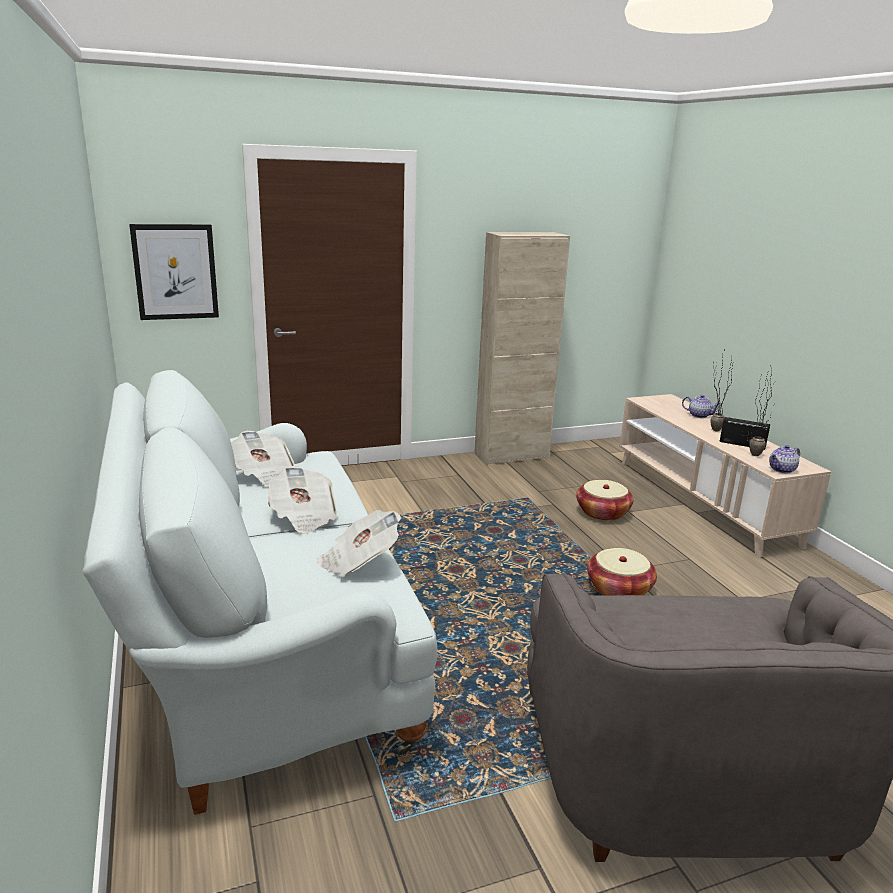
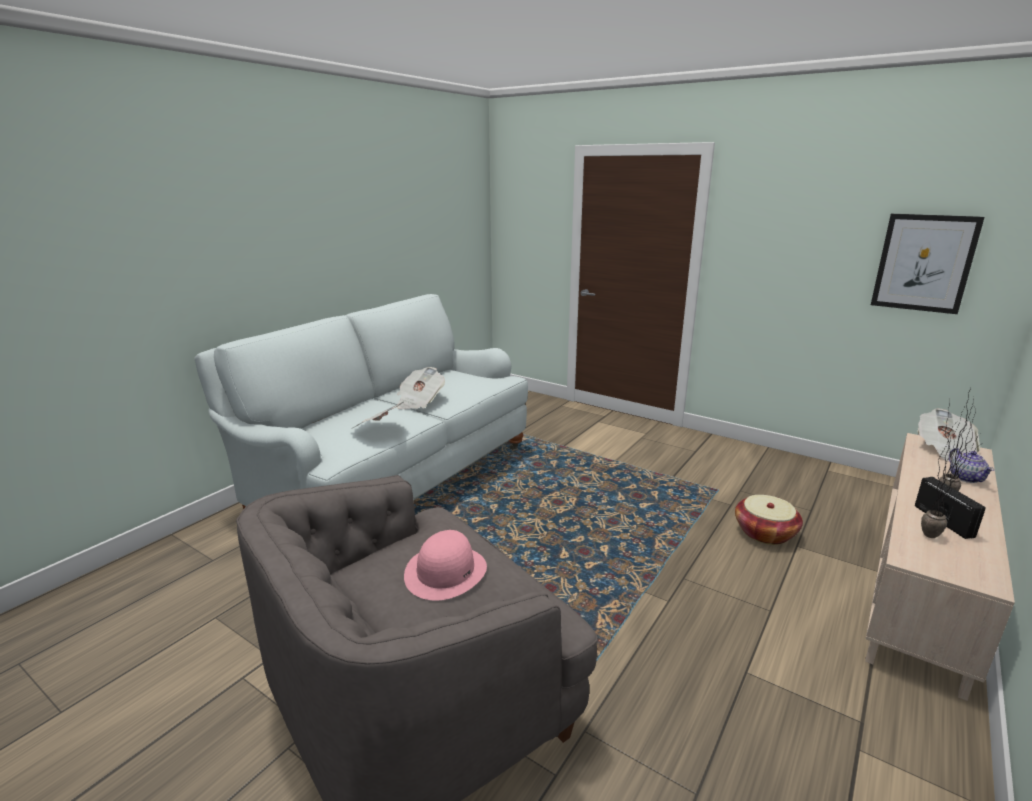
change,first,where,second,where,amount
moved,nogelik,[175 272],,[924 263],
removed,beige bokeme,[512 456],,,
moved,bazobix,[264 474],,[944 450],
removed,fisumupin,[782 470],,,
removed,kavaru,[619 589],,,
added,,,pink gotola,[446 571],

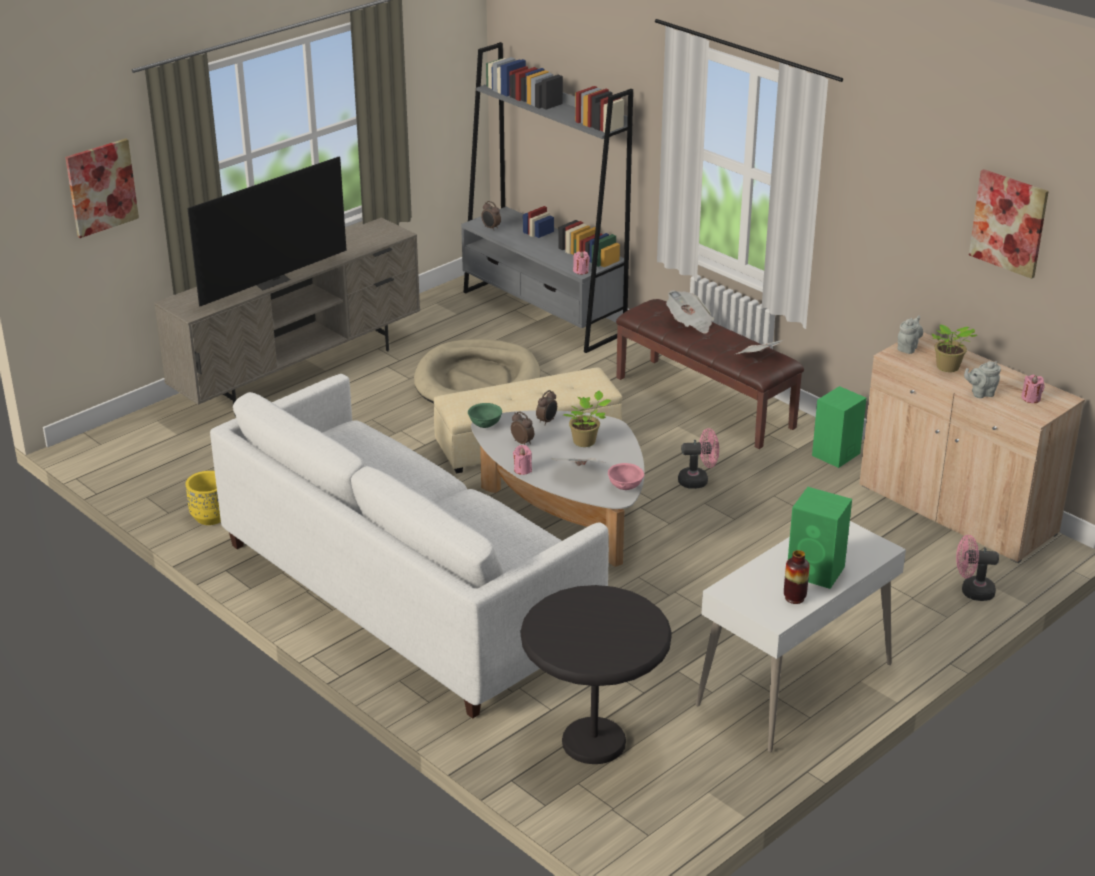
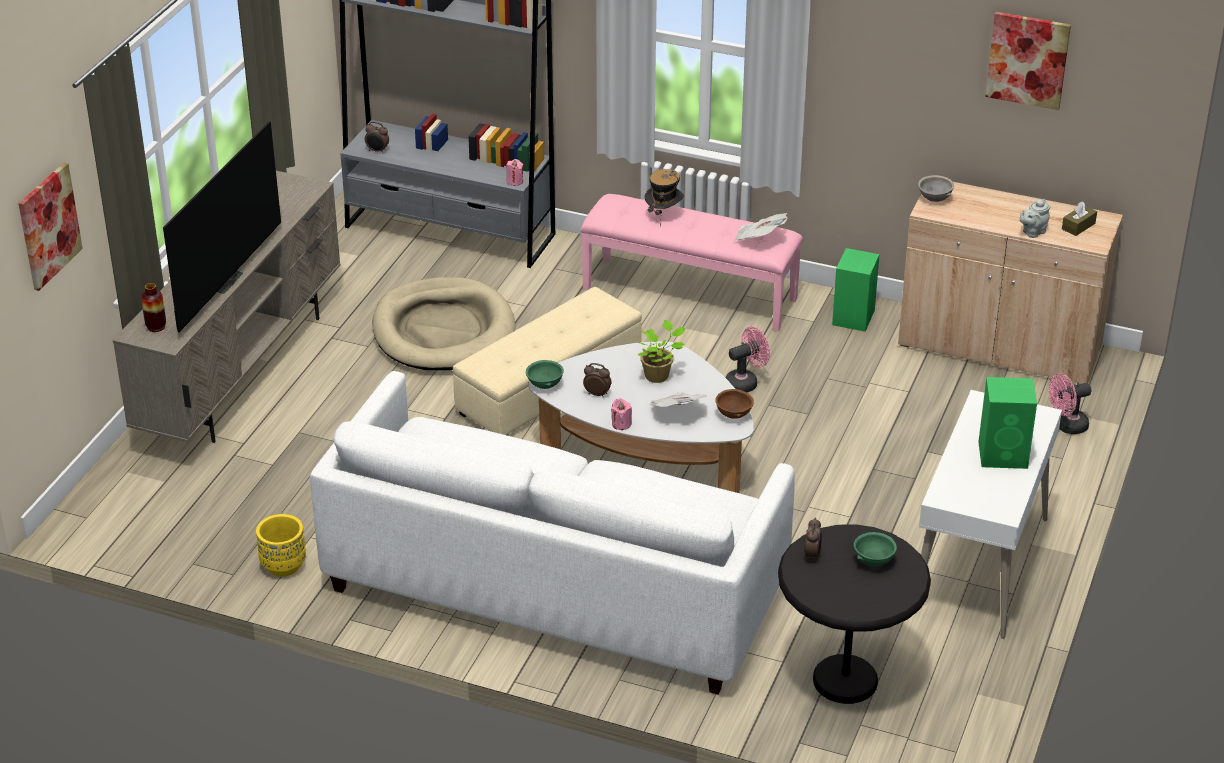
change,first,where,second,where,amount
replaced,bazobix,[690 323],gotola,[664 215],
recoloured,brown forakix,[705 402],pink forakix,[690 293],
replaced,grey fisumupin,[908 348],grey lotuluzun,[934 199],
removed,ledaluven,[947 368],,,
replaced,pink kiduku,[1031 398],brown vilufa,[1078 226],
moved,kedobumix,[547 421],,[812 554],
recoloured,pink lotuluzun,[625 487],brown lotuluzun,[734 414],
moved,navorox,[794 598],,[156 327],
added,,,green lotuluzun,[873 561],

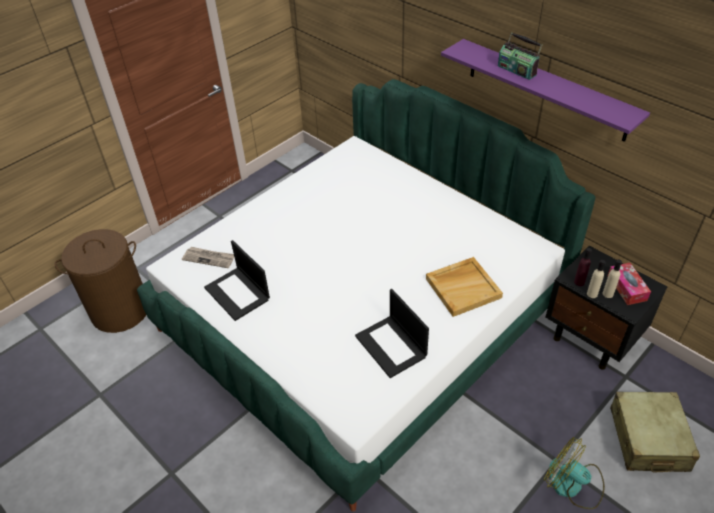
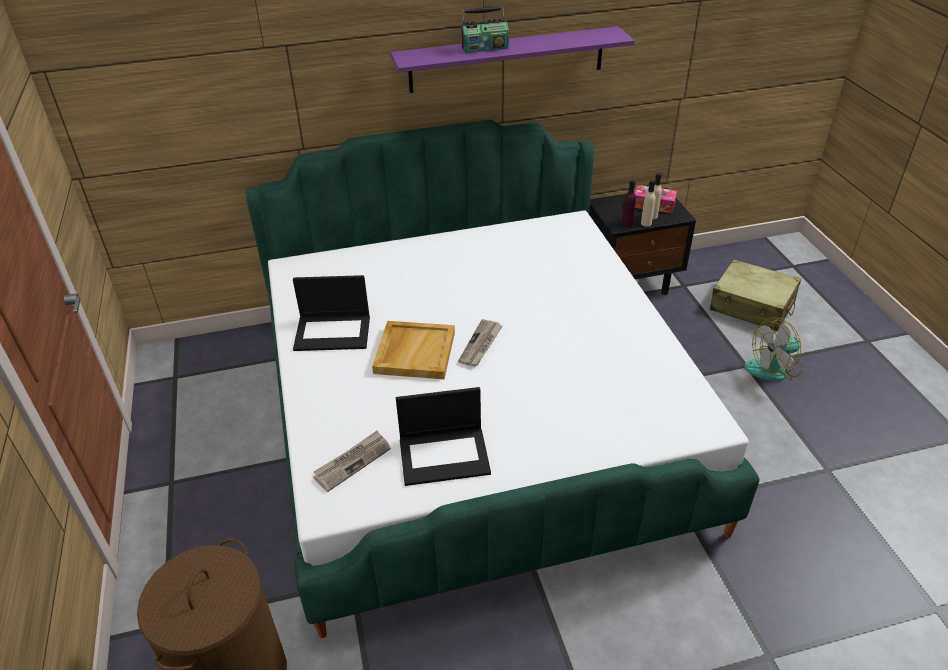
change,first,where,second,where,amount
moved,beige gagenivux,[463 287],,[414 352],
moved,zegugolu,[392 346],,[333 332],
added,,,bazobix,[481 345],

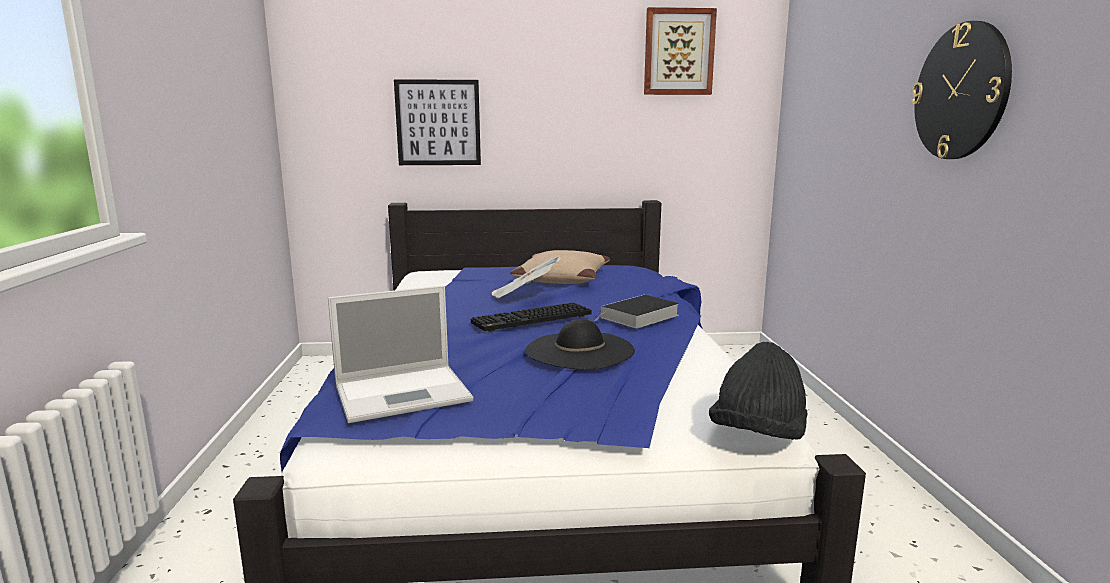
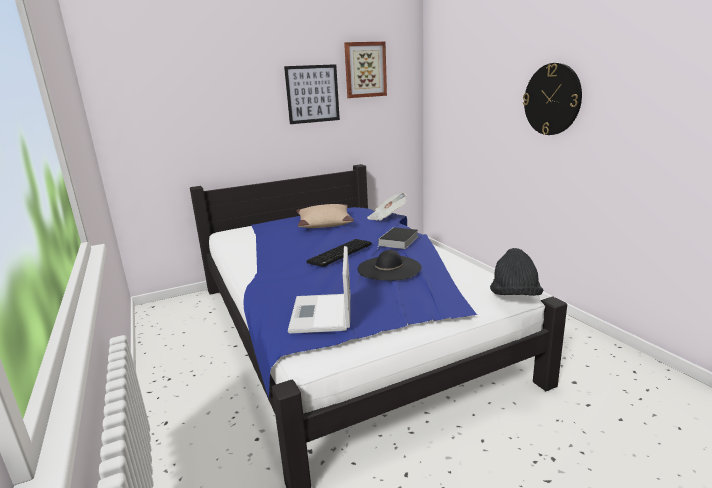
change,first,where,second,where,amount
moved,nogelik,[438 123],,[312 94],
moved,bazobix,[524 296],,[387 217],
turned,zegugolu,[405 393],,[322 314],135 degrees clockwise

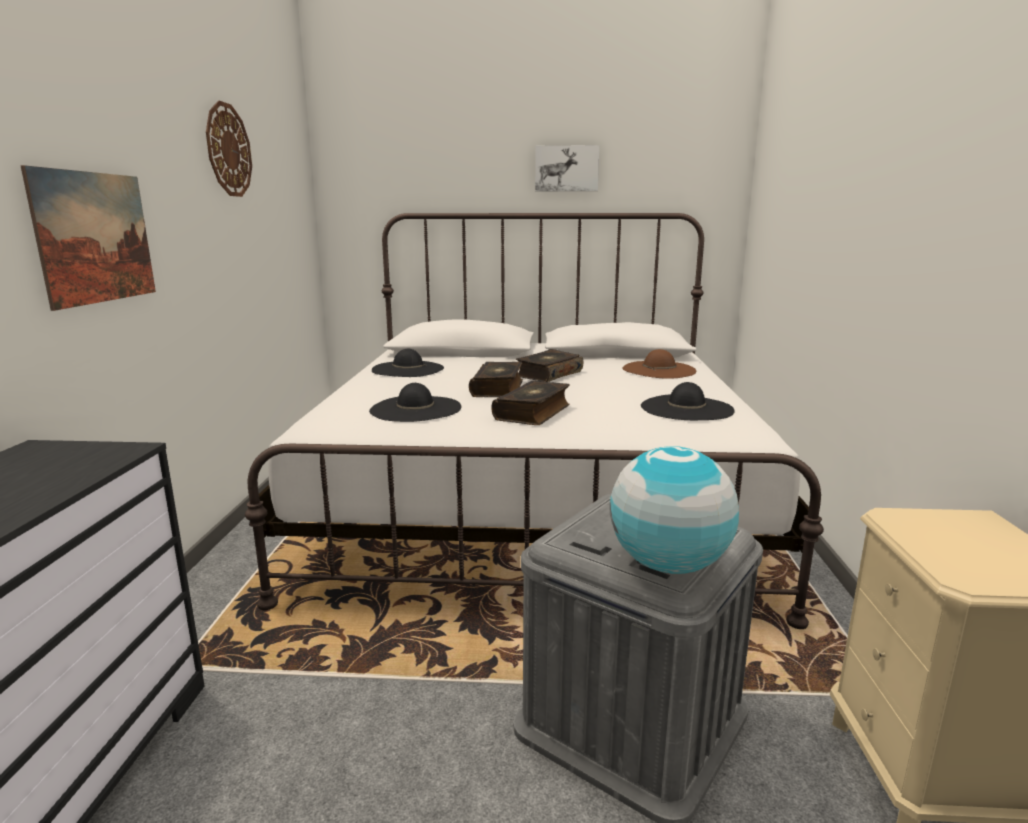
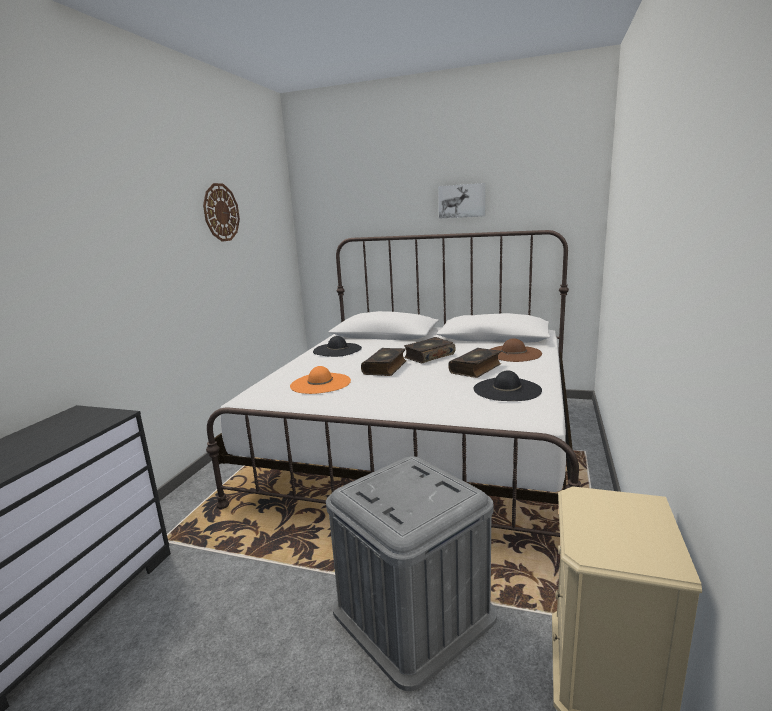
change,first,where,second,where,amount
removed,nogelik,[95 237],,,
moved,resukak,[533 412],,[476 369],
recoloured,black gotola,[416 409],orange gotola,[320 383],
removed,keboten,[669 564],,,

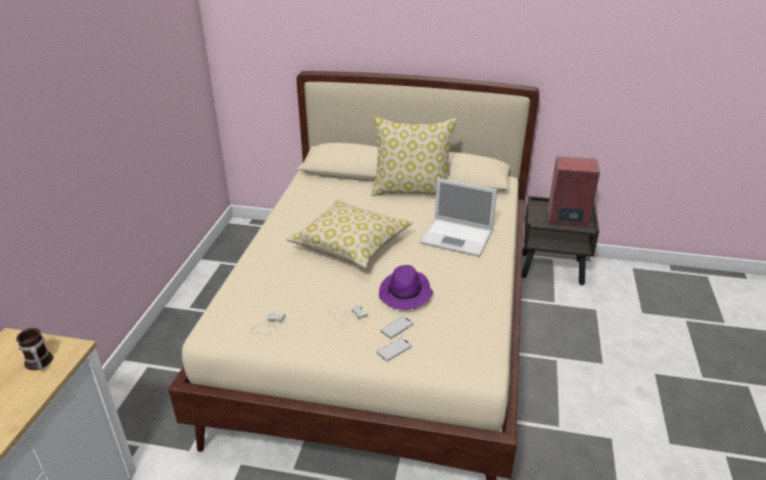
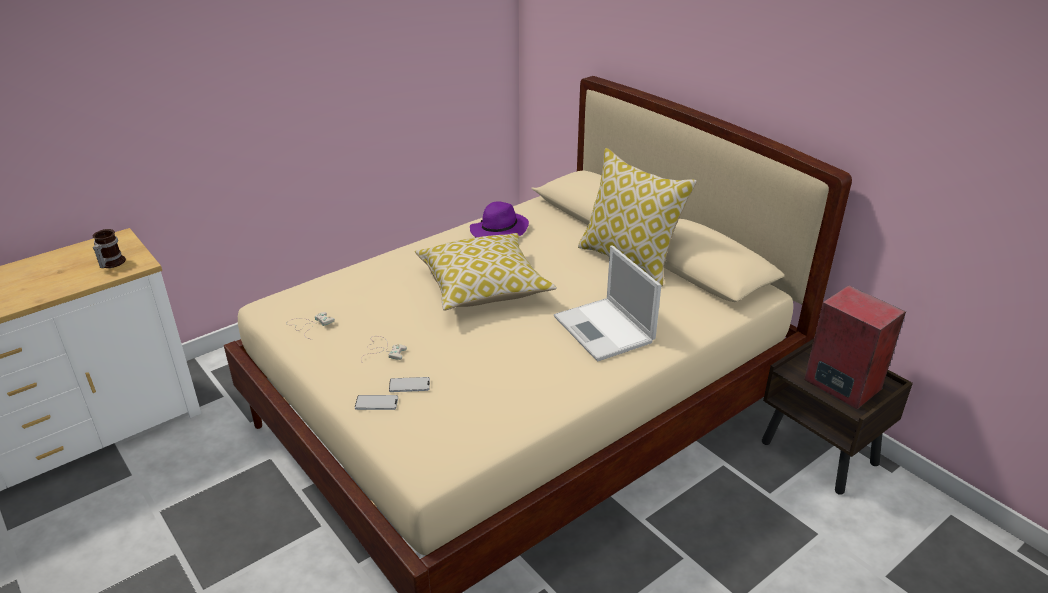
change,first,where,second,where,amount
moved,purple gotola,[405 294],,[499 231],

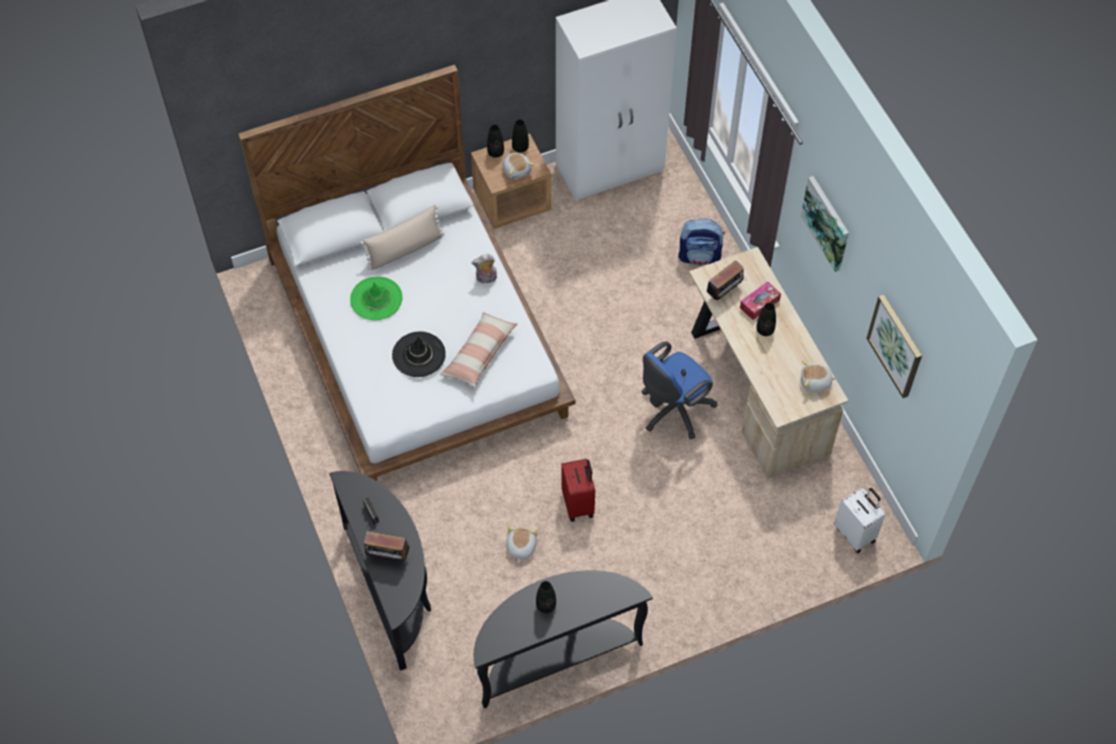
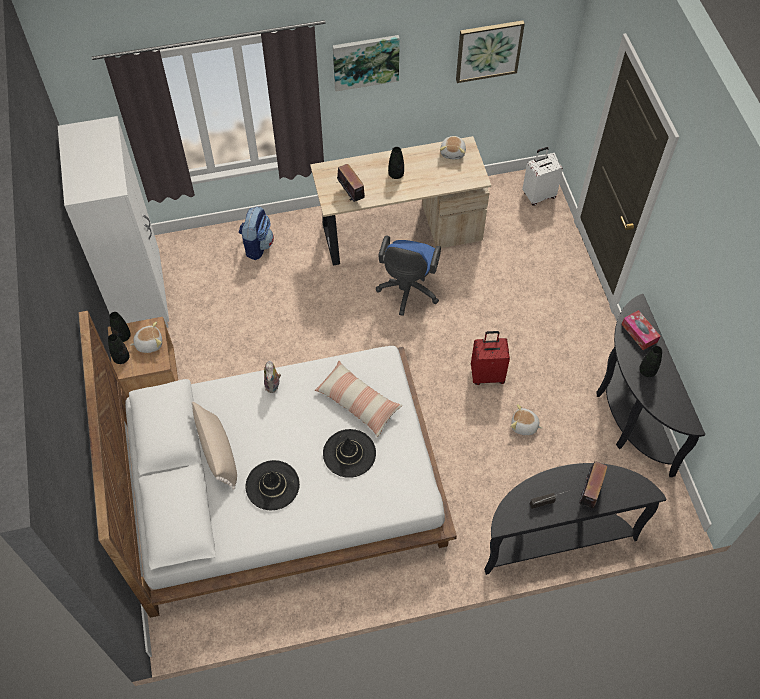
change,first,where,second,where,amount
recoloured,green gotola,[376 298],black gotola,[272 485],
moved,vilufa,[759 304],,[639 333],
turned,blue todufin,[673 410],,[407 291],45 degrees clockwise

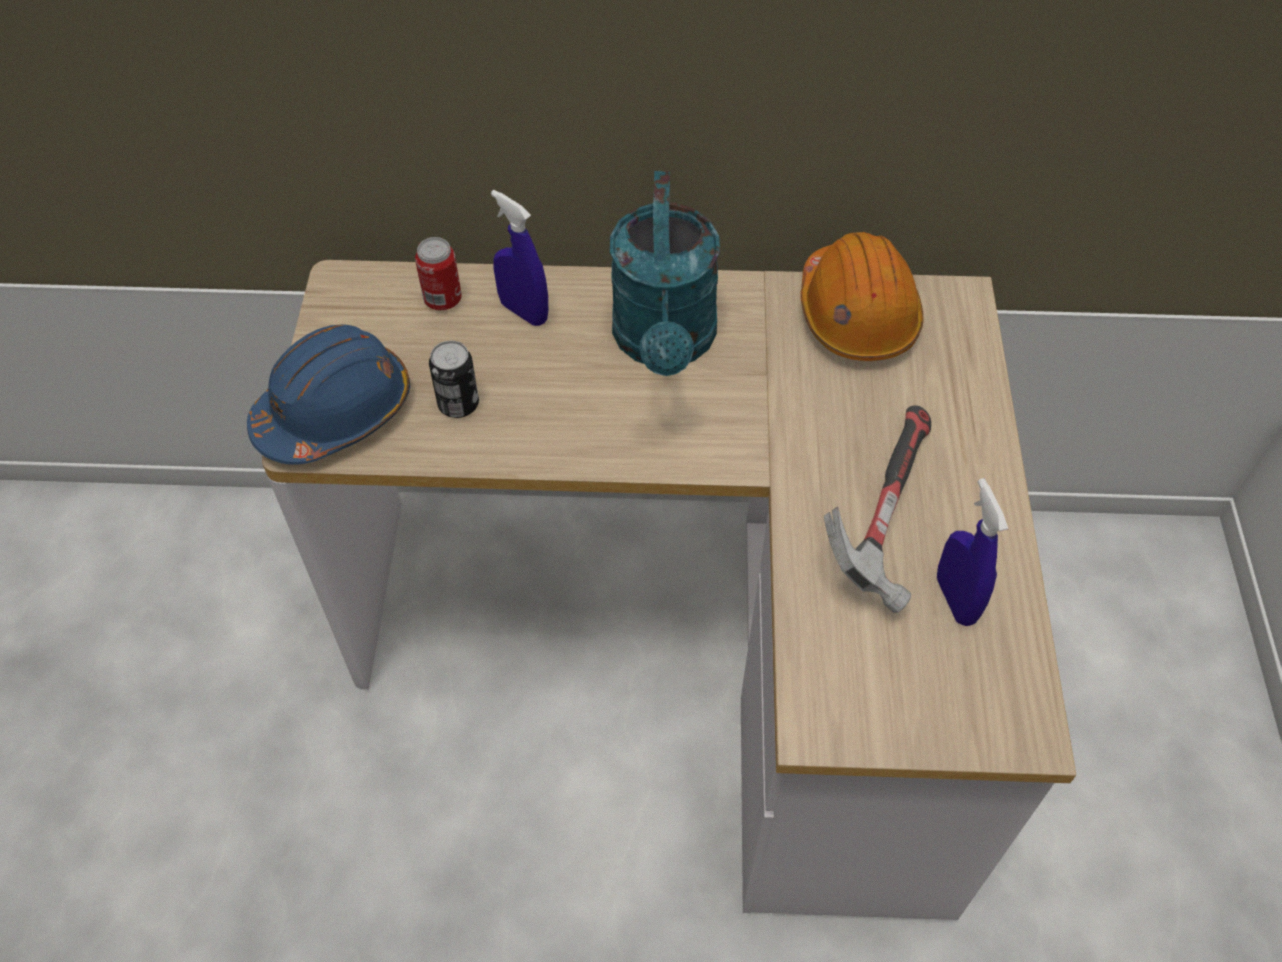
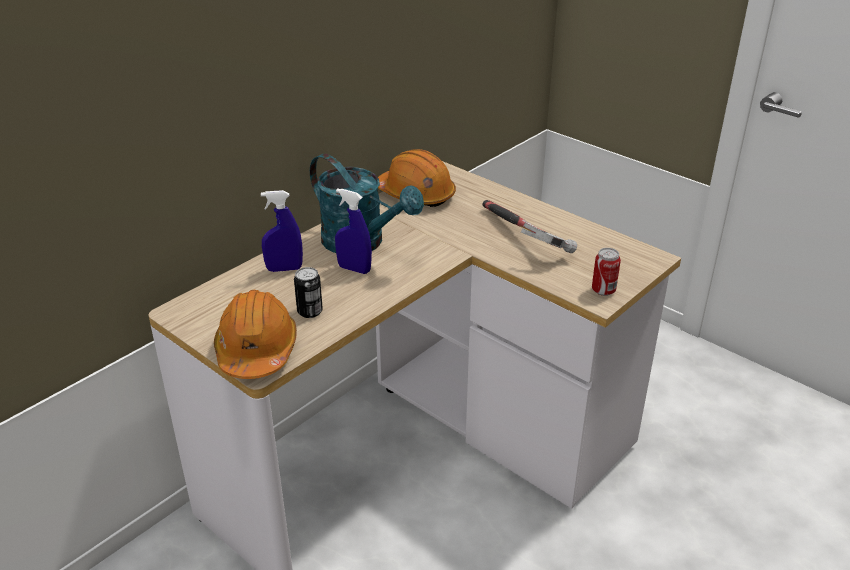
change,first,where,second,where,amount
moved,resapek,[443 300],,[603 290],
recoloured,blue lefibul,[335 412],orange lefibul,[256 350],
moved,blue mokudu,[955 599],,[354 269],

